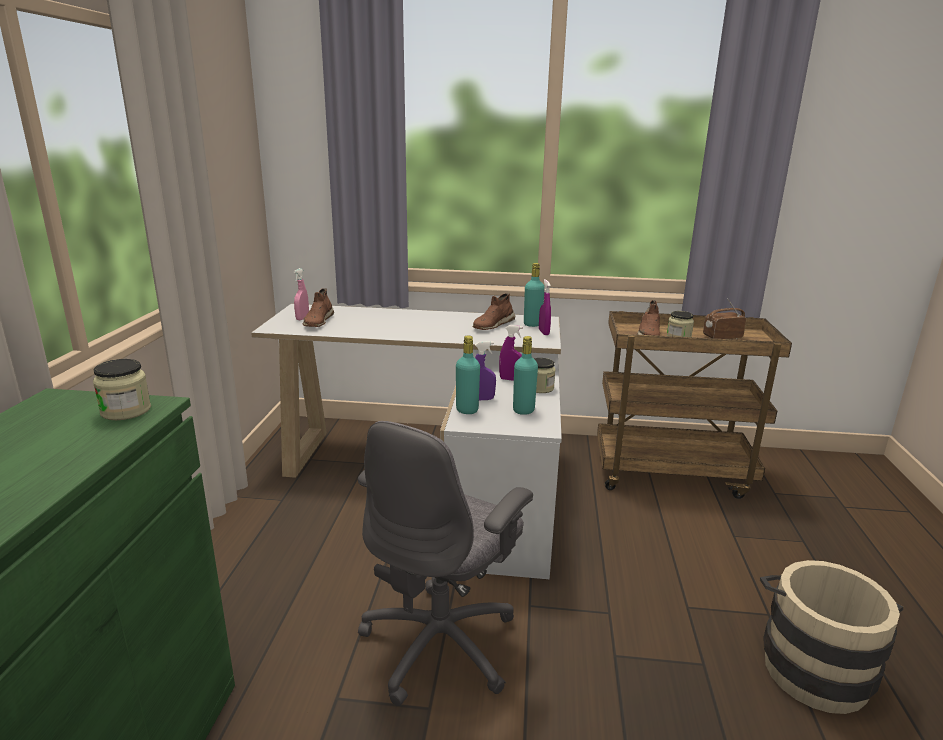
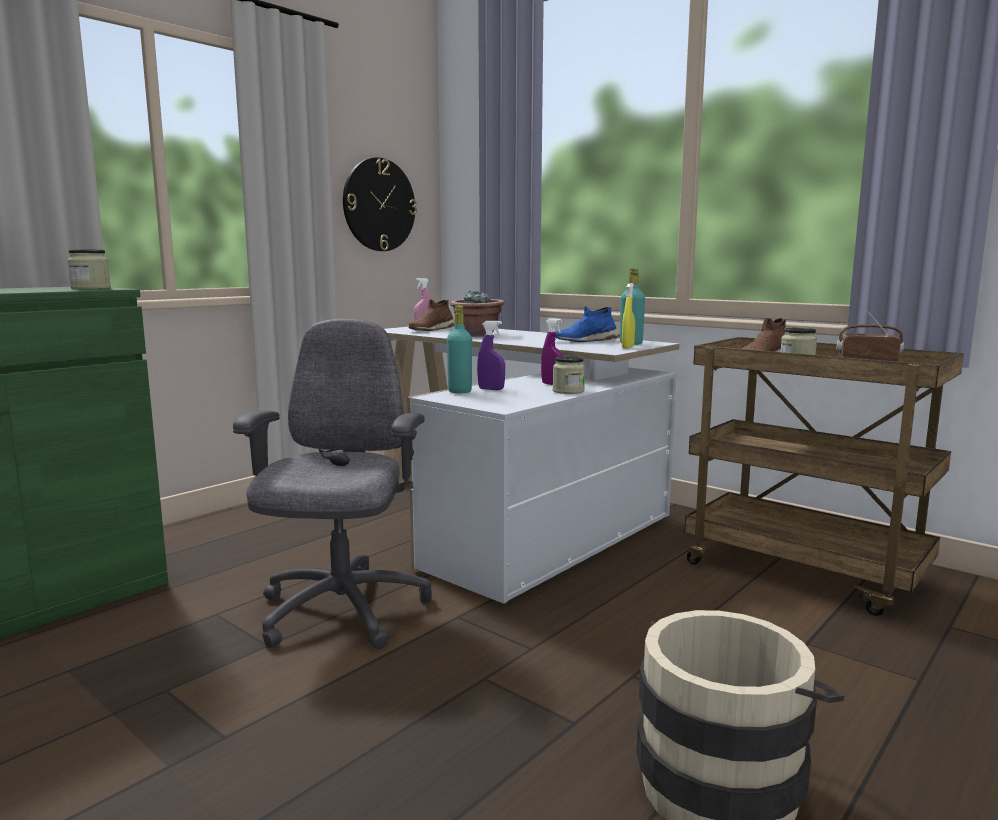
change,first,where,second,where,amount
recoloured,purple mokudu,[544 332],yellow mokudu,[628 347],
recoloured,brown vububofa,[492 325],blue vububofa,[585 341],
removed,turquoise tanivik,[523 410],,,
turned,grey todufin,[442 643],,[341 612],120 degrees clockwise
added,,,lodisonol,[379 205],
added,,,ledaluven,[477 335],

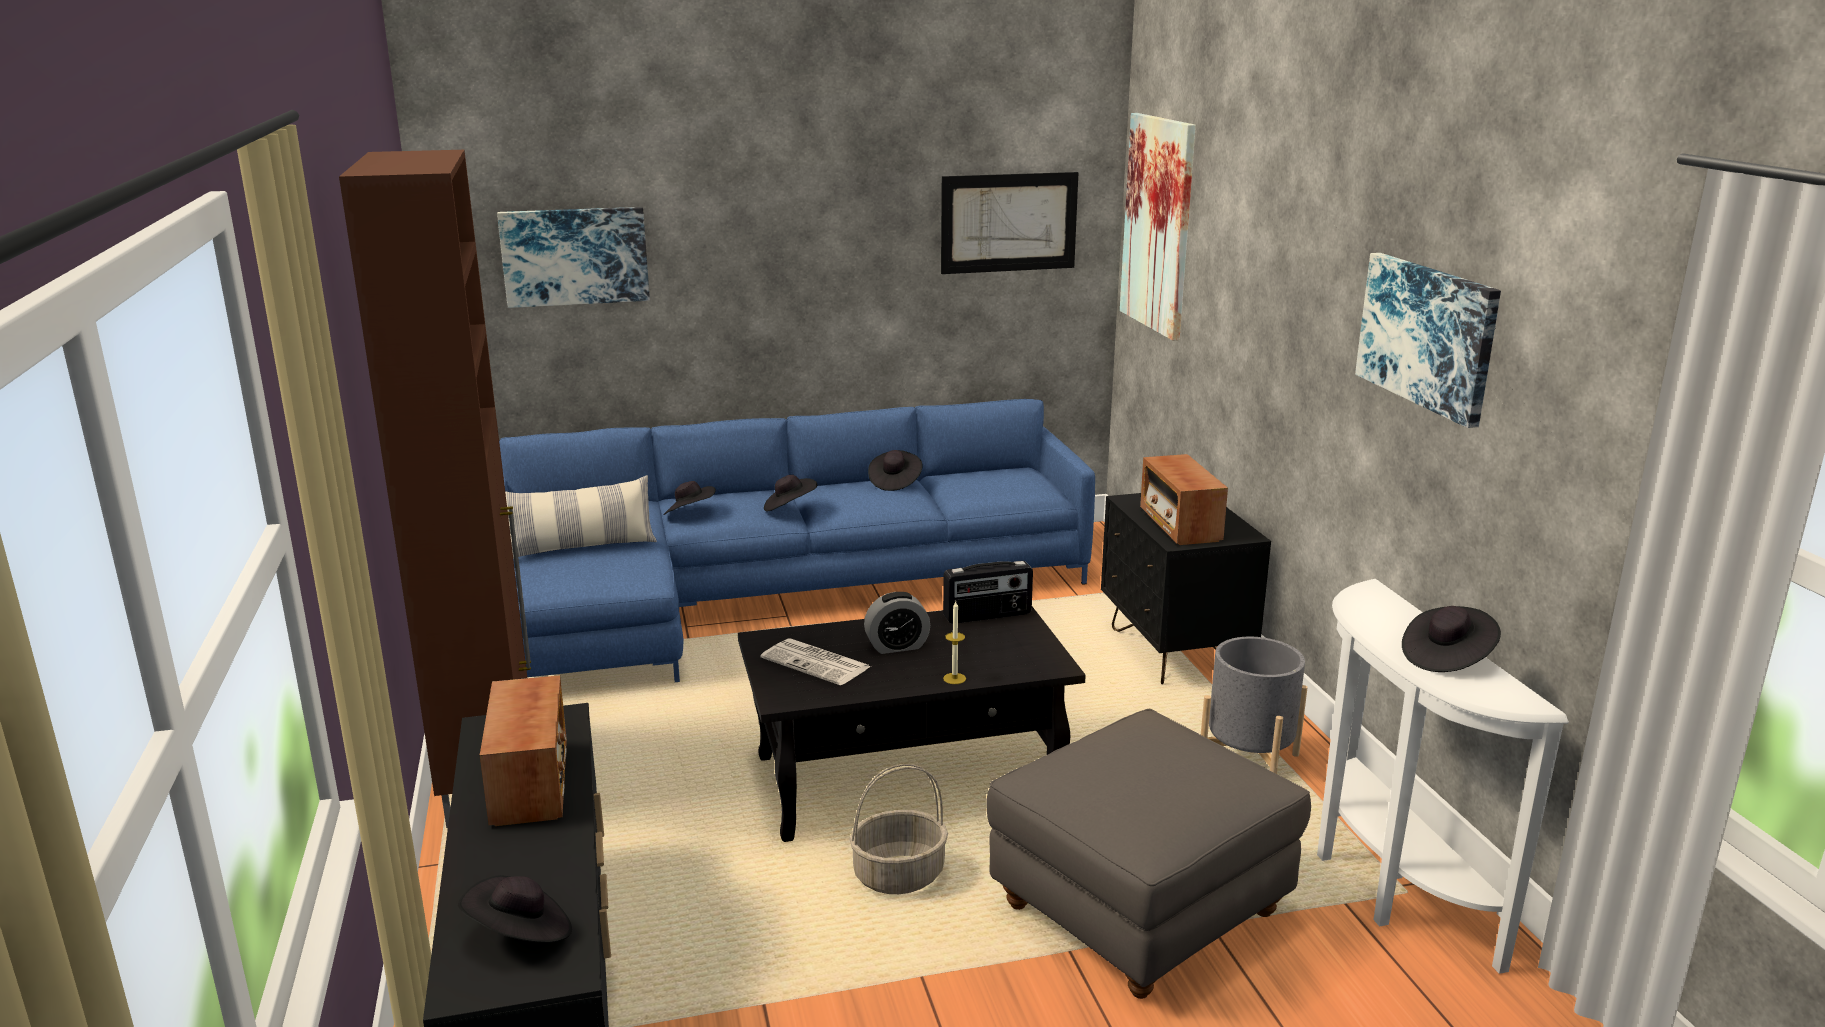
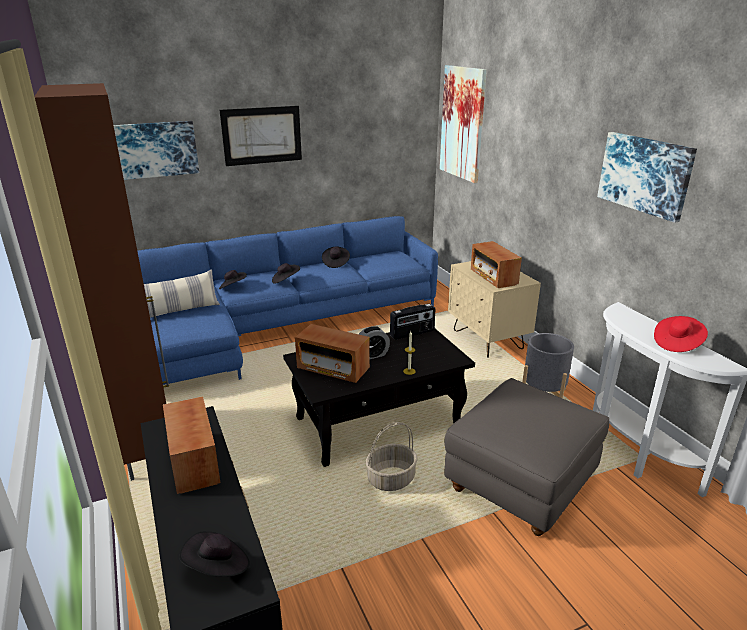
change,first,where,second,where,amount
moved,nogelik,[1009 222],,[262 135],
recoloured,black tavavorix,[1175 652],beige tavavorix,[487 340],
recoloured,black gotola,[1446 658],red gotola,[677 343],
replaced,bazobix,[817 663],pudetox,[333 369],

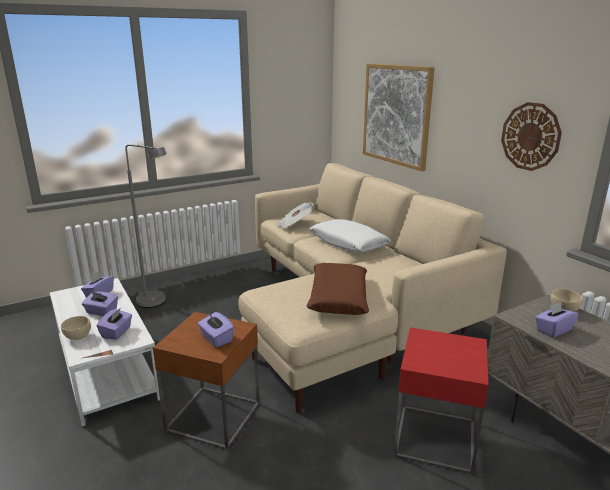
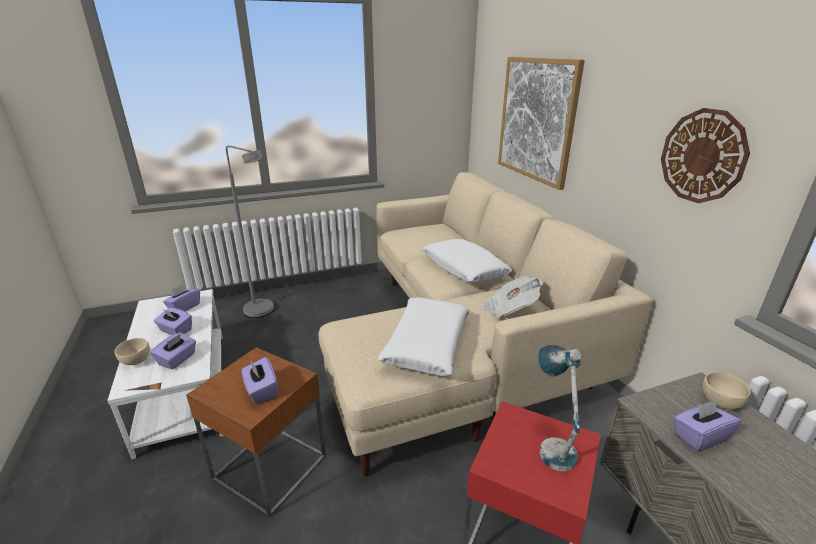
change,first,where,second,where,amount
moved,bazobix,[294 224],,[509 309],
recoloured,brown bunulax,[338 297],white bunulax,[427 344],
added,,,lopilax,[551 443],

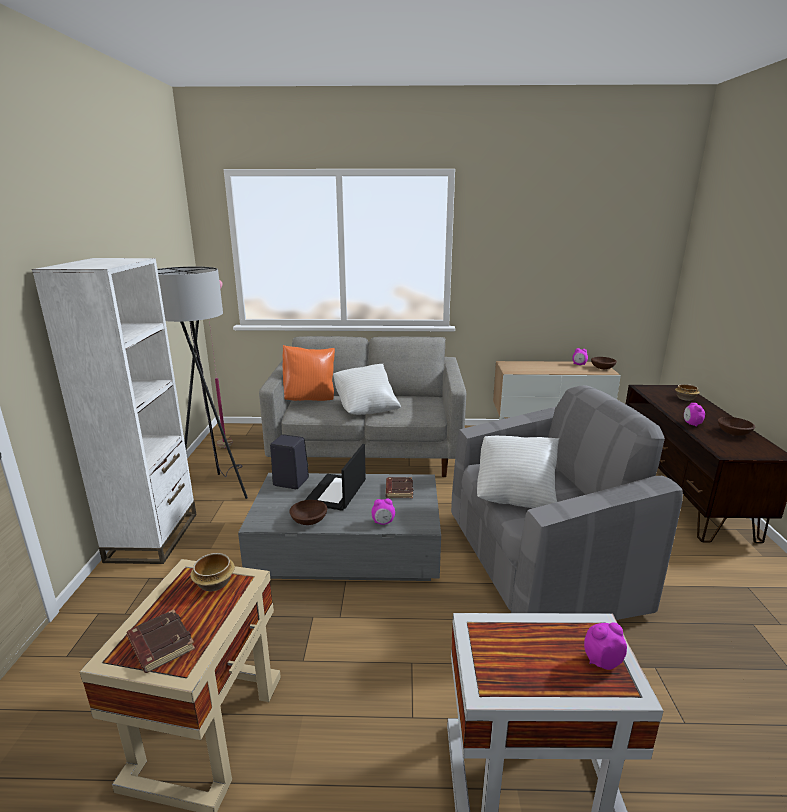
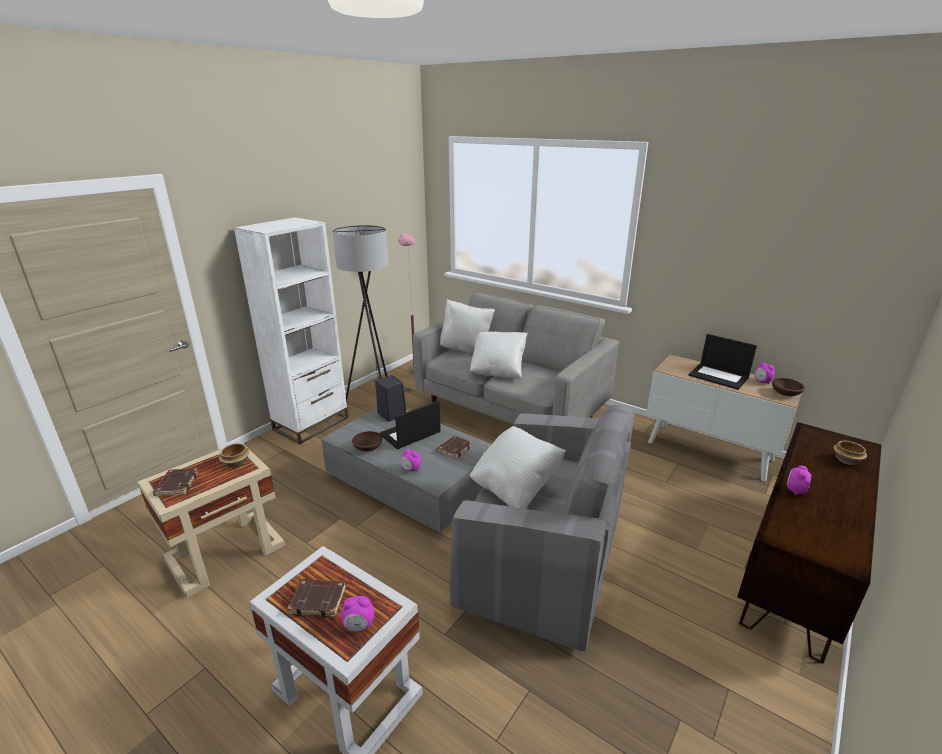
change,first,where,second,where,amount
recoloured,orange bunulax,[310 400],white bunulax,[466 350],
removed,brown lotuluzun,[733 433],,,
turned,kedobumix,[601 660],,[359 626],150 degrees clockwise
added,,,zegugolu,[719 376],
added,,,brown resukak,[319 600],

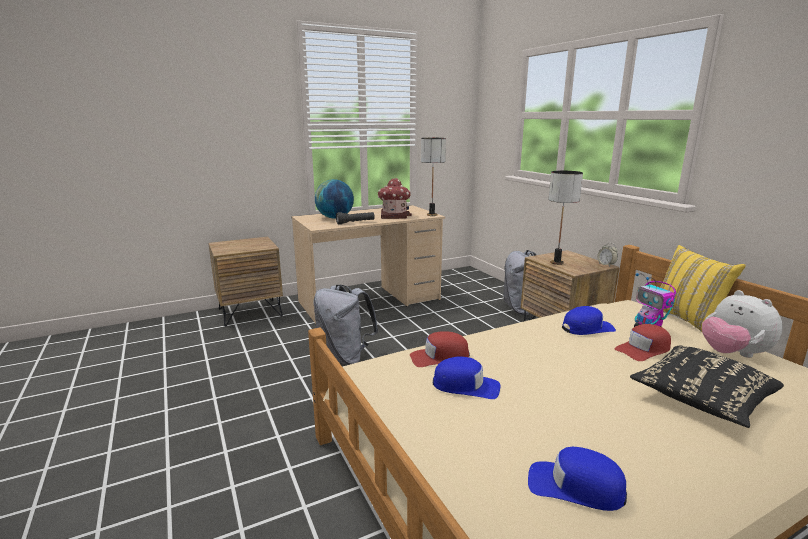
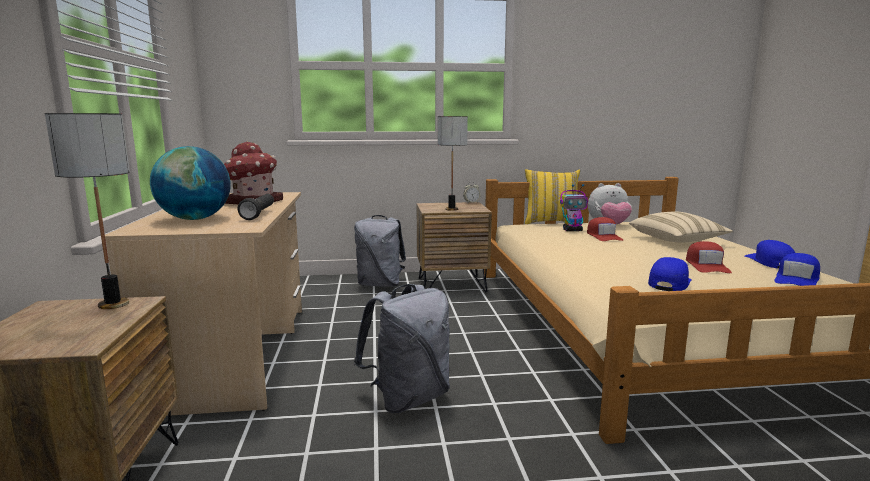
change,first,where,second,where,amount
moved,lopilax,[432 215],,[113 304],
moved,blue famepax,[587 328],,[769 262],
moved,red famepax,[439 357],,[706 266],
recoloured,black bunulax,[701 400],beige bunulax,[677 241],

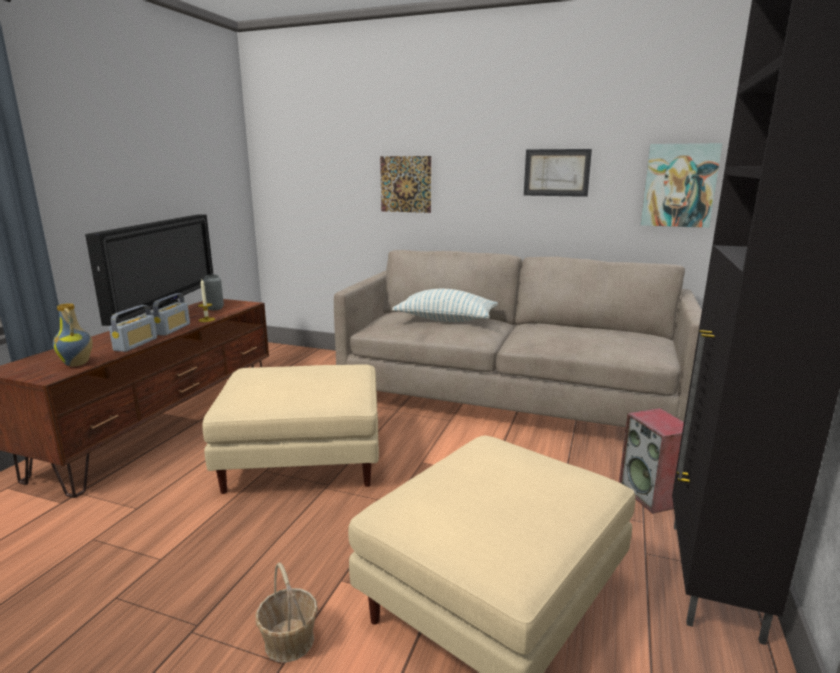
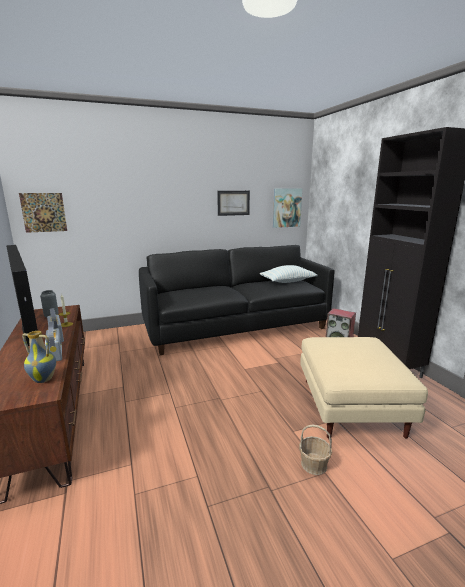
change,first,where,second,where,amount
moved,nogelik,[405 184],,[44 212],
recoloured,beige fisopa,[509 399],black fisopa,[236 327],
moved,bunulax,[446 320],,[287 281],
removed,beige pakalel,[305 460],,,

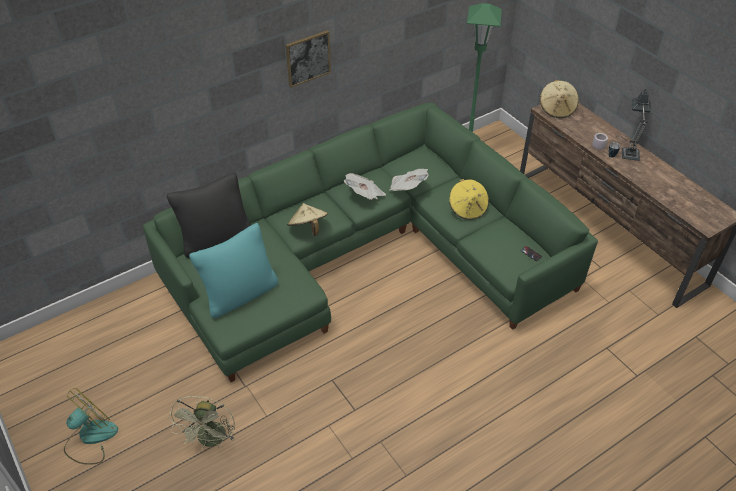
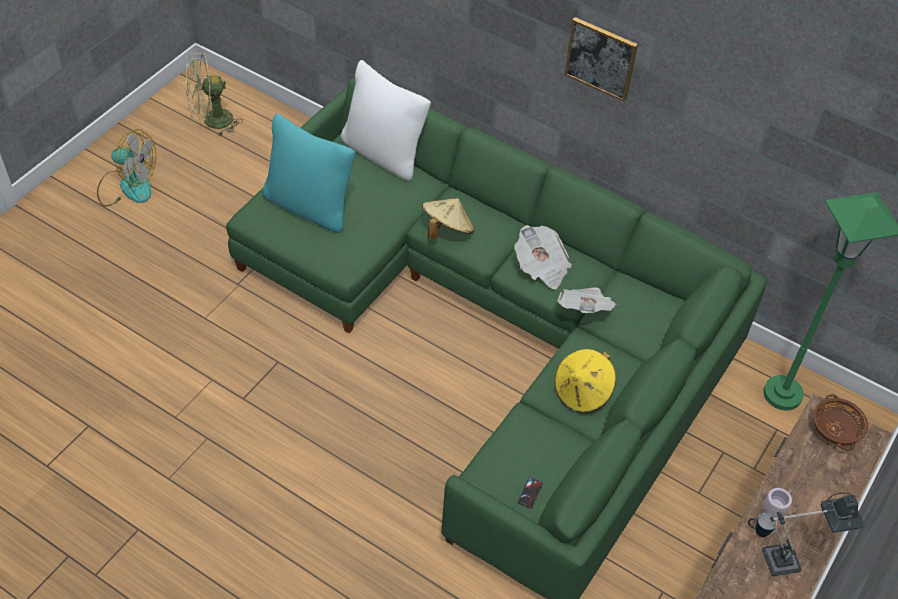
change,first,where,second,where,amount
replaced,beige gotola,[557 109],brown lotuluzun,[836 430],
recoloured,black bunulax,[216 239],white bunulax,[384 153],
moved,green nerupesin,[211 441],,[211 121],

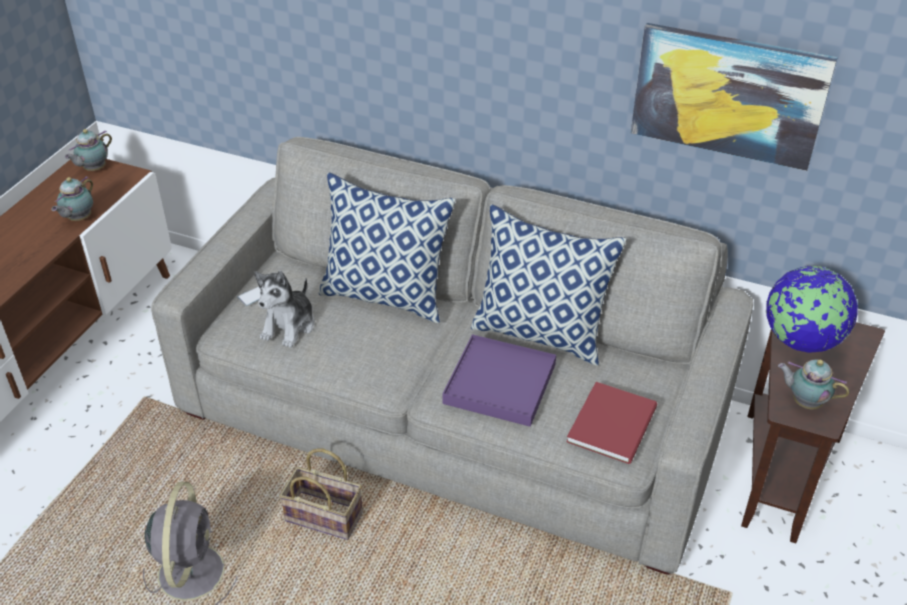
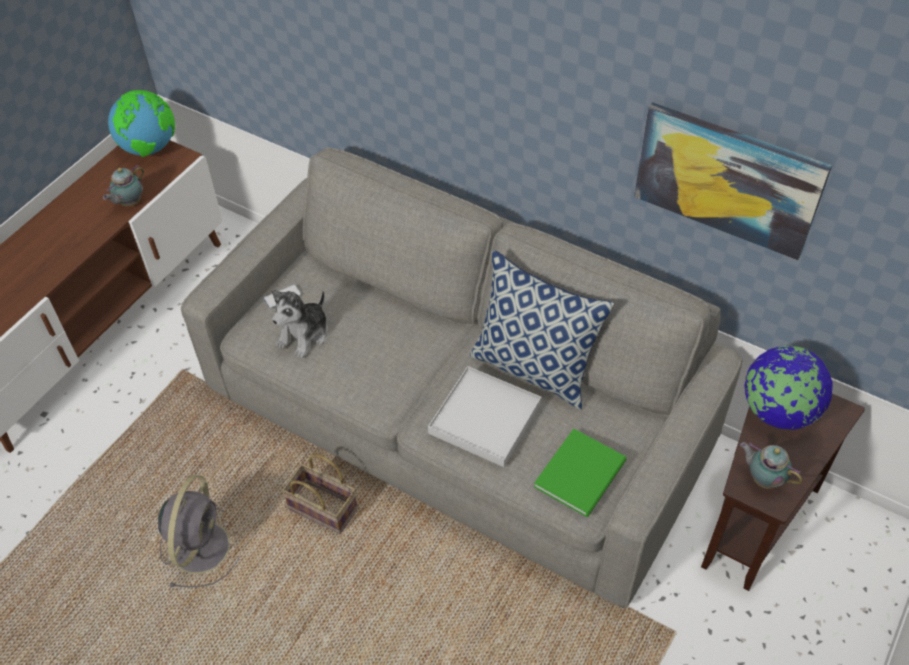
change,first,where,second,where,amount
replaced,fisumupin,[93 169],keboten,[150 148],
removed,bunulax,[386 296],,,
recoloured,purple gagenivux,[500 384],white gagenivux,[485 419],
recoloured,red resukak,[615 423],green resukak,[583 473],

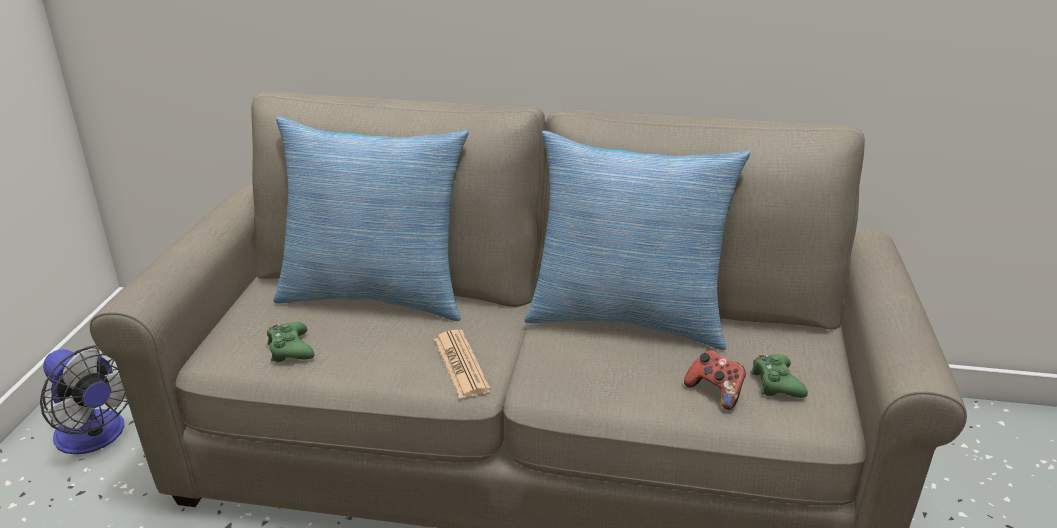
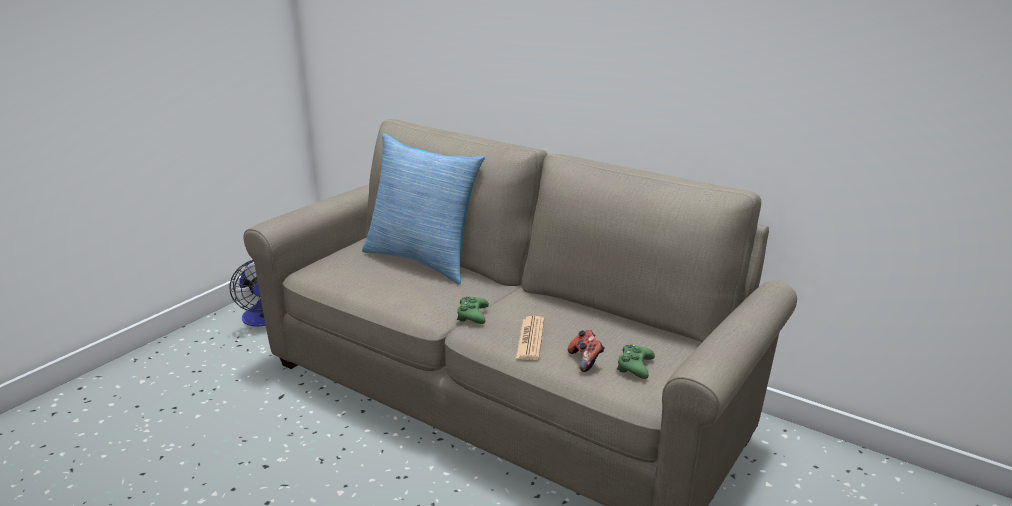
change,first,where,second,where,amount
removed,bunulax,[627 317],,,
moved,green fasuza,[290 349],,[472 315],
moved,bazobix,[461 365],,[530 339],

